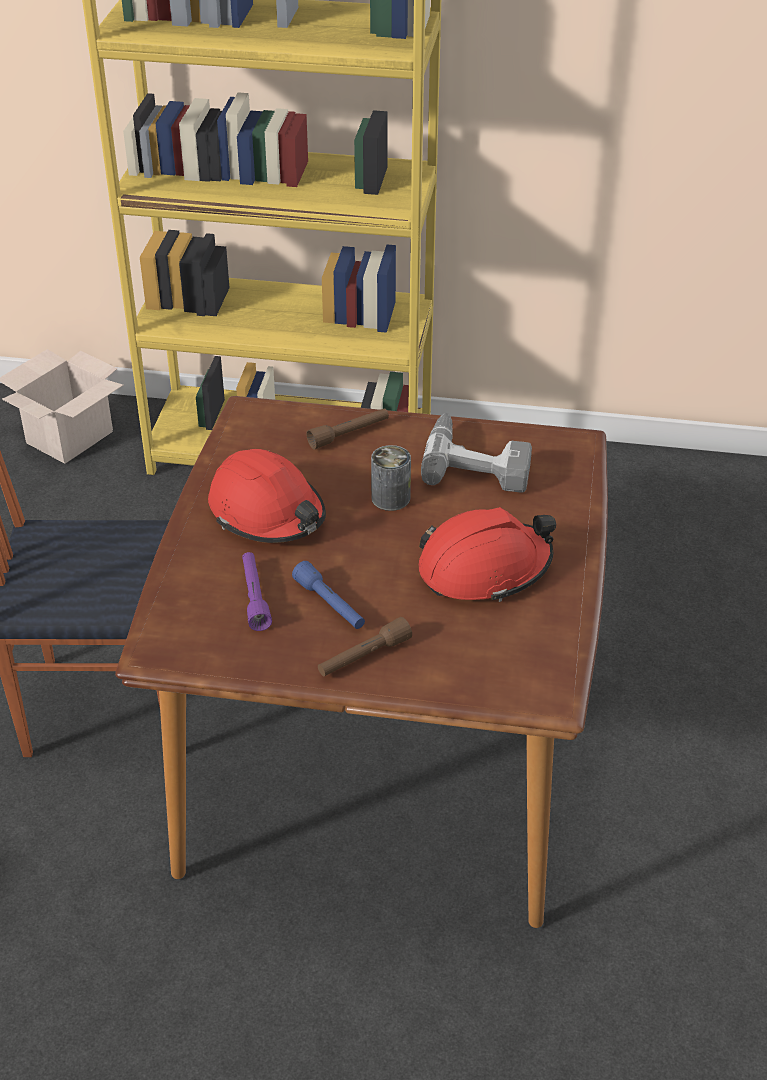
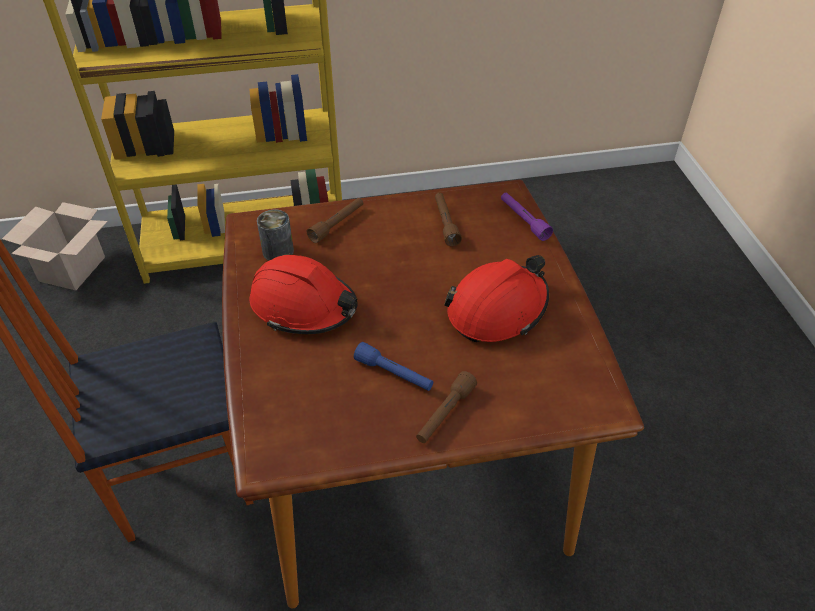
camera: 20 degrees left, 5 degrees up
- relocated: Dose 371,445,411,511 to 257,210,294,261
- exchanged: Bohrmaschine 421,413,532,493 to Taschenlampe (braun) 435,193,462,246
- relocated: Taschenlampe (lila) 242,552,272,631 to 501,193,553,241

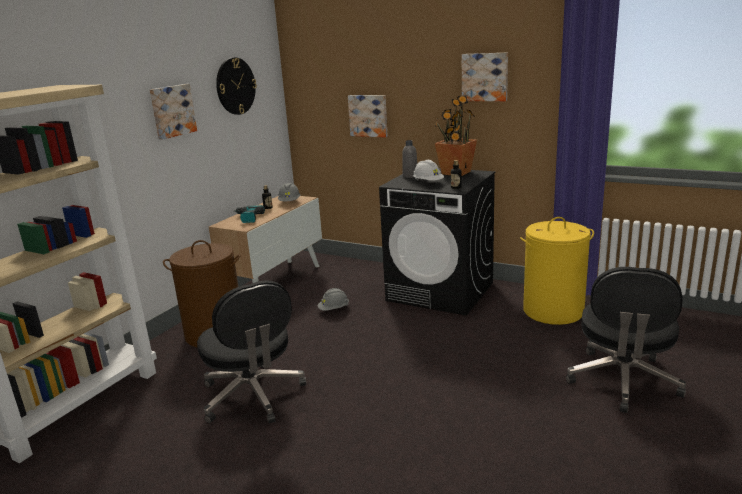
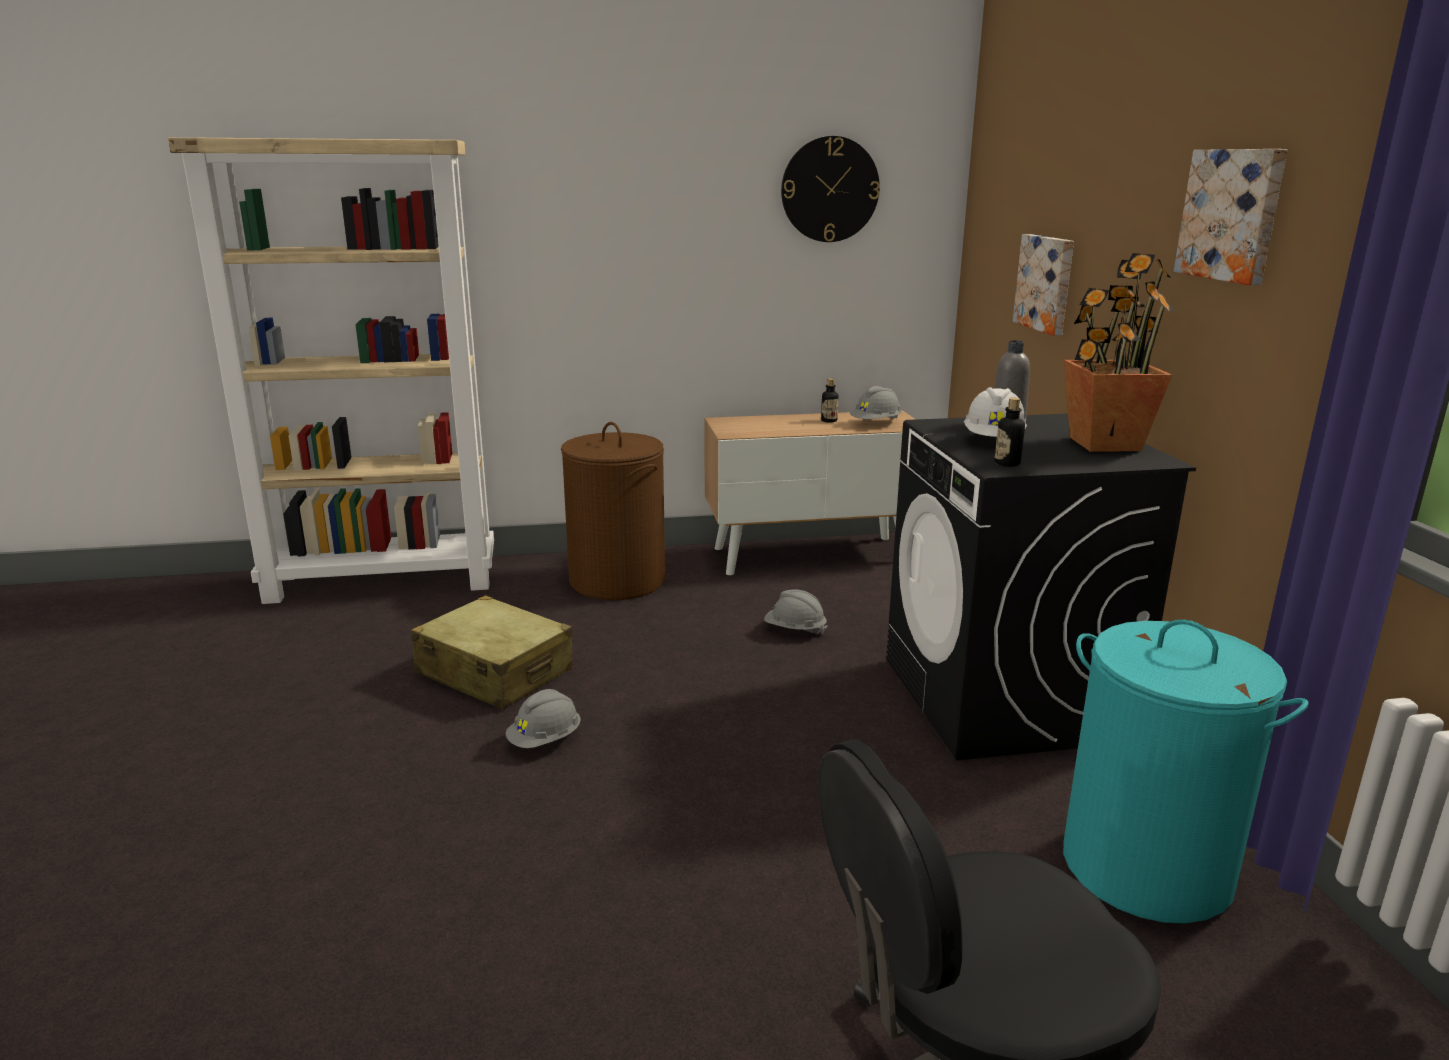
camera: 50 degrees right, 0 degrees up
- exchanged: Bürostuhl (schwarz) 197,280,306,423 to Koffer (beige) 411,595,573,709
- appeared: Schutzhelm (grau) 506,689,581,748
- colour: Wäschekorb (gelb) 520,217,594,325 to Wäschekorb (türkis) 1063,620,1308,924
- missing: Bild 150,84,197,140
- missing: Bohrmaschine 234,205,265,223

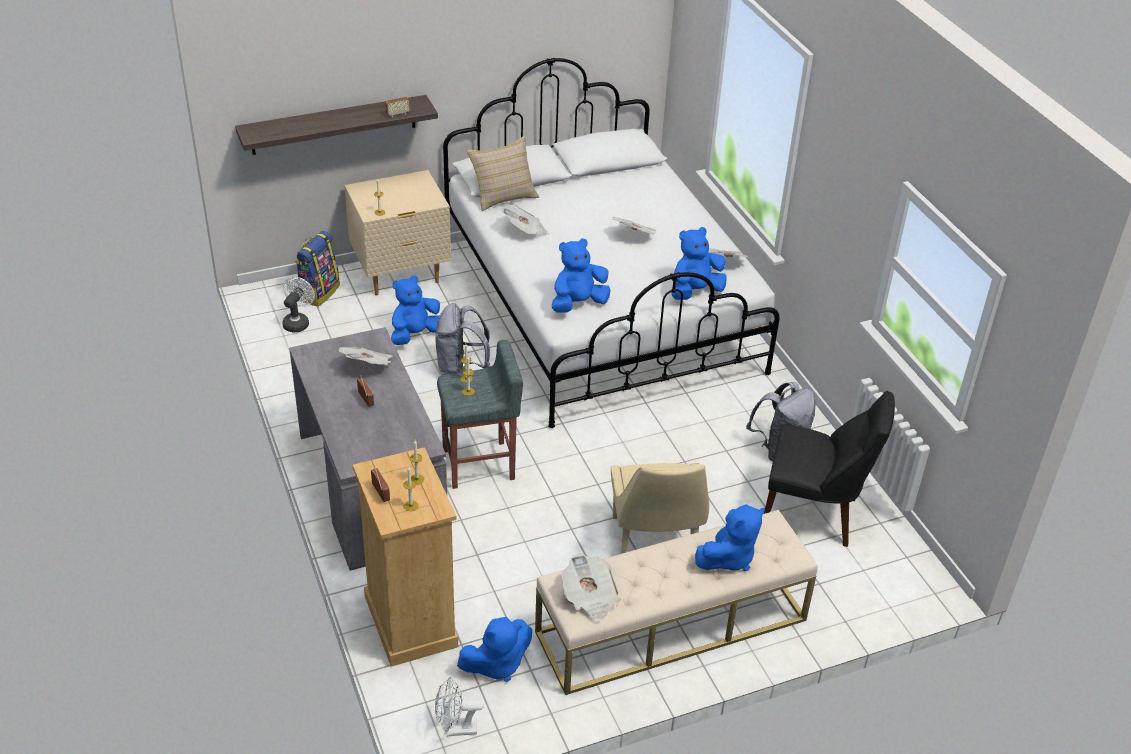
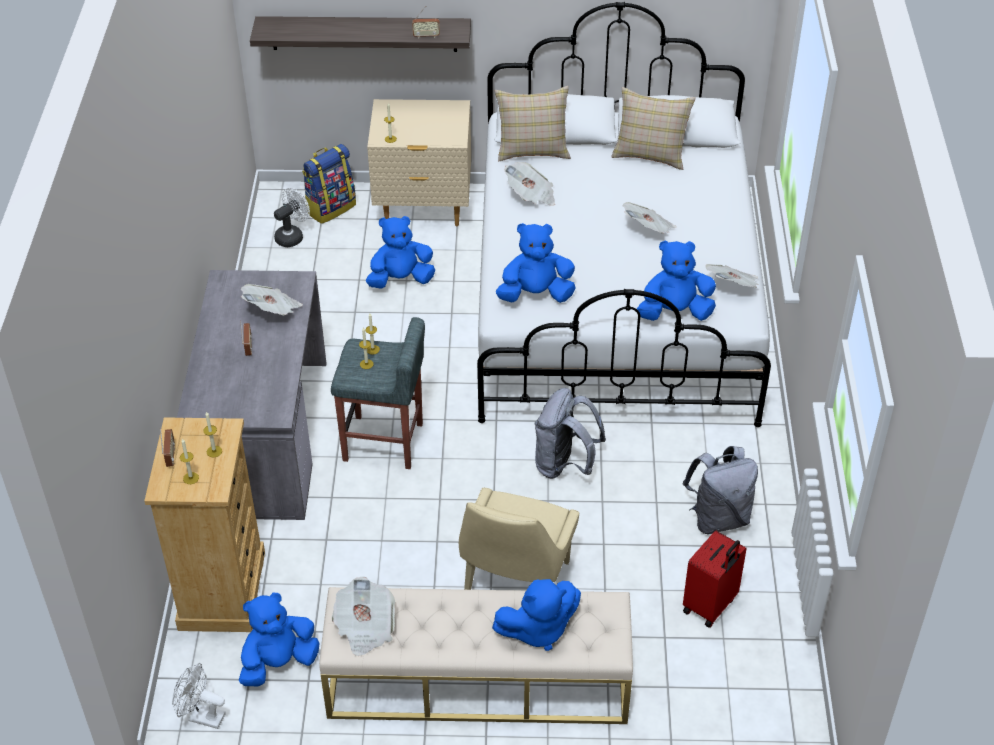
camera: 25 degrees right, 5 degrees up
- spun: Plüschtier (blau) 457,617,532,682 = 239,593,320,686 150 degrees clockwise
- relocated: Rucksack (grau) 435,303,490,375 to 535,388,606,479
- appeared: Kissen (beige) 611,87,696,170
- exchanged: Stuhl (schwarz) 764,391,895,547 to Koffer (rot) 683,531,747,628

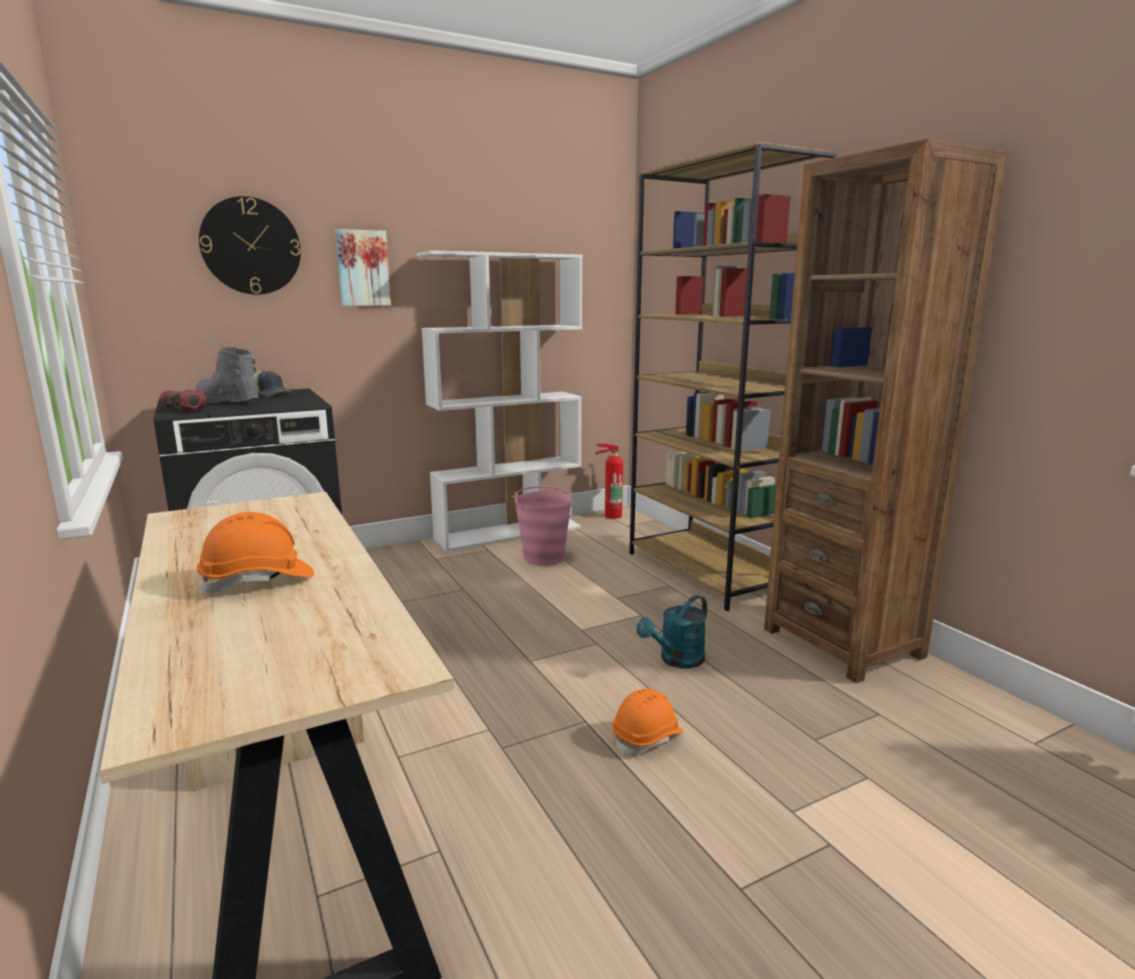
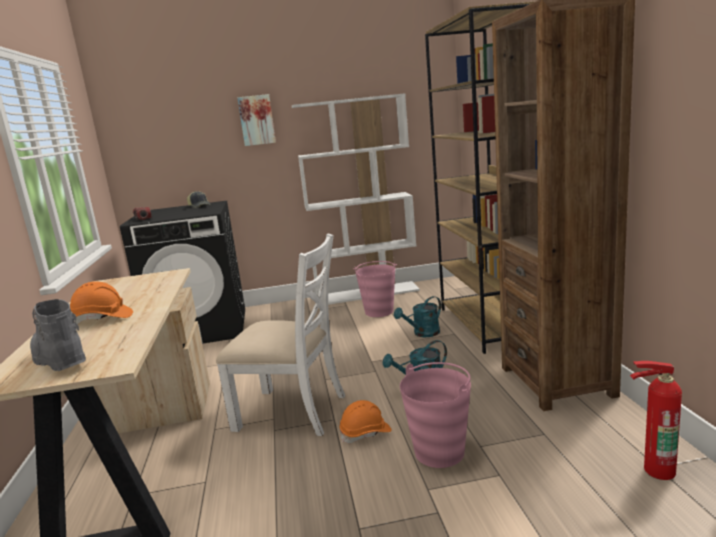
camera: 20 degrees right, 0 degrees up
- relocated: Stiefel (grau) 196,348,259,403 to 30,299,86,371
- appeared: Stuhl (weiß) 216,234,345,436
- appeared: Gießkanne (türkis) 394,296,441,337
- appeared: Eimer (rosa) 400,362,471,468
- relocated: Feuerlöscher 595,444,623,519 to 630,361,682,480
- missing: Wanduhr 199,196,301,295

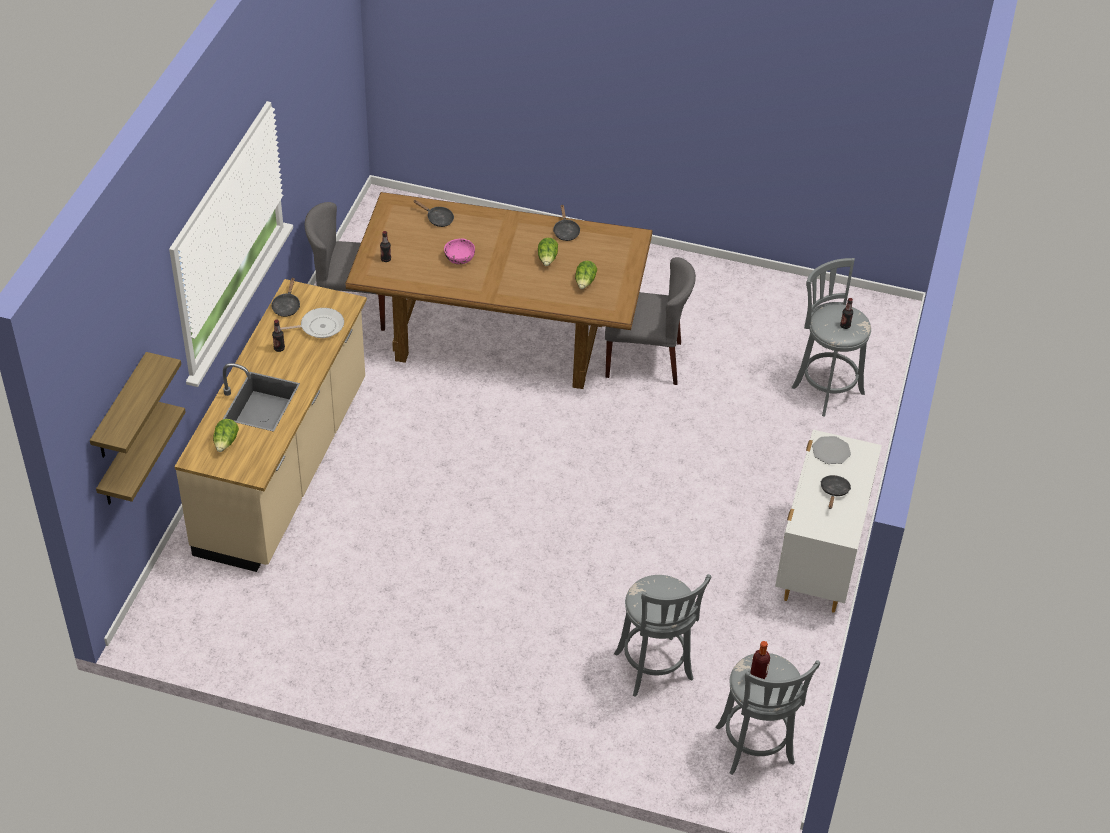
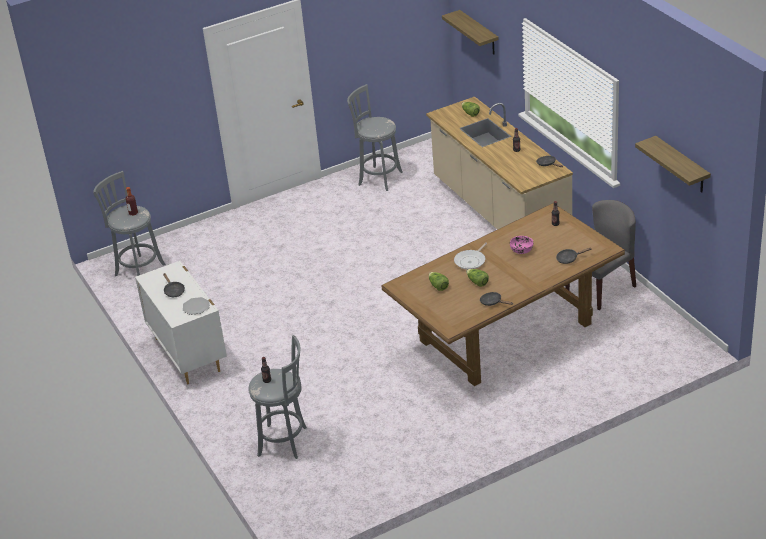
camera: 140 degrees right, 10 degrees down
- relocated: Hocker (grau) 614,574,711,697 to 347,84,403,191
- relocated: Pfanne 280,308,344,338 to 454,242,487,270
- relocated: Wandregal 96,402,186,505 to 635,136,711,192
- missing: Stuhl (grau) 605,257,696,385

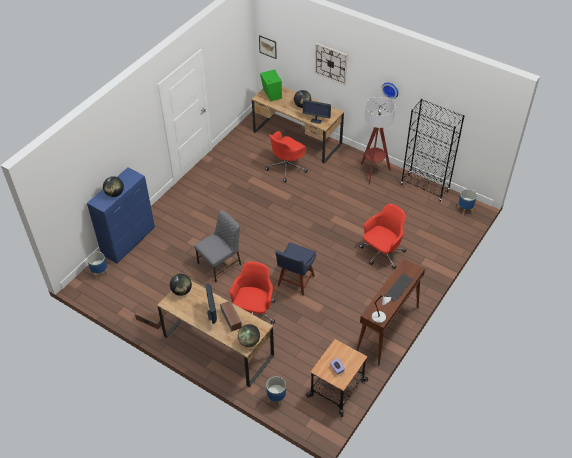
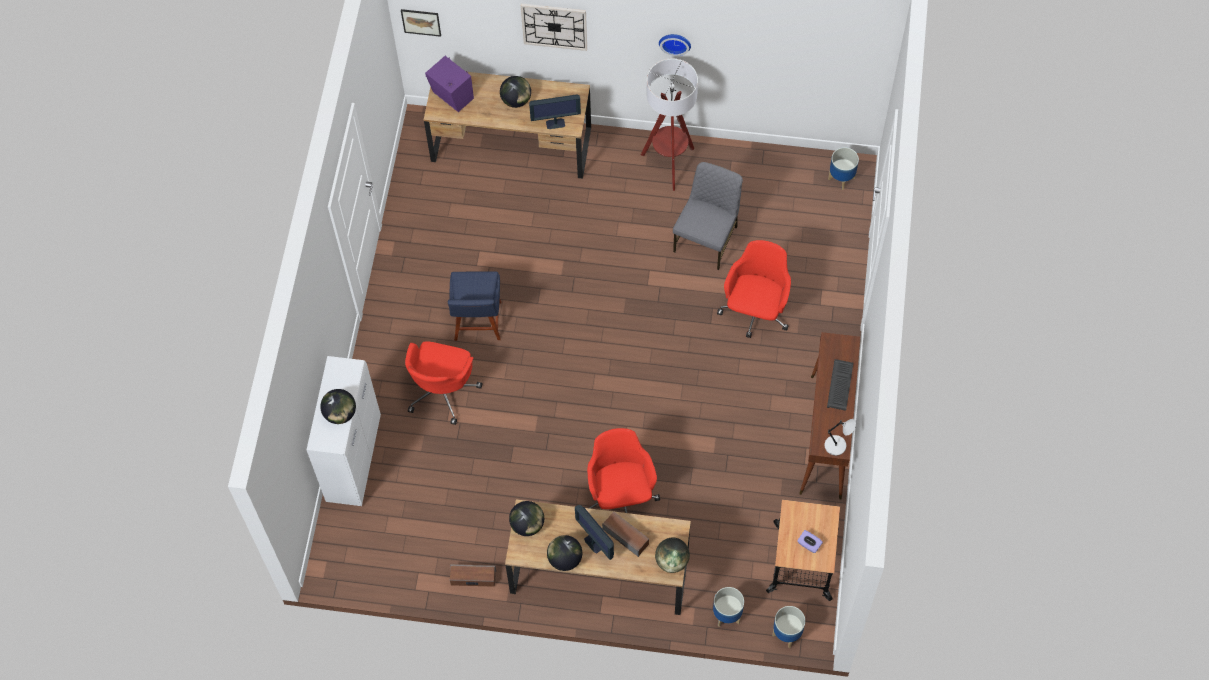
camera: 25 degrees left, 15 degrees up
- colour: Schrank (blau) 87,167,155,264 to Schrank (weiß) 307,356,381,506
- relocated: Bürostuhl (rot) 265,131,308,183 to 405,341,482,425
- colour: Lautsprecher (grün) 260,70,282,101 to Lautsprecher (lila) 425,56,474,112
- relocated: Stuhl (blau) 275,242,316,296 to 448,271,501,341
- appeared: Globus 547,535,582,571
- relocated: Stuhl (grau) 194,211,241,282 to 673,162,743,270
- relocated: Pflanzkübel 87,252,108,280 to 772,606,805,648
- missing: Bücherregal (schwarz) 401,99,465,202

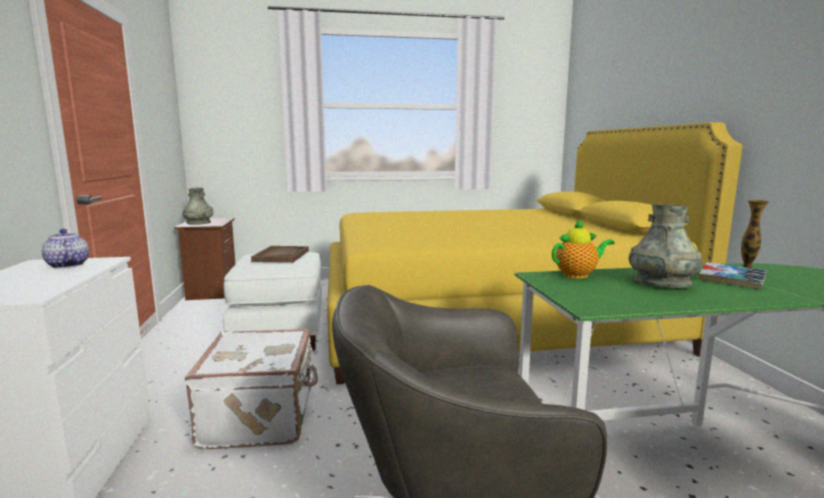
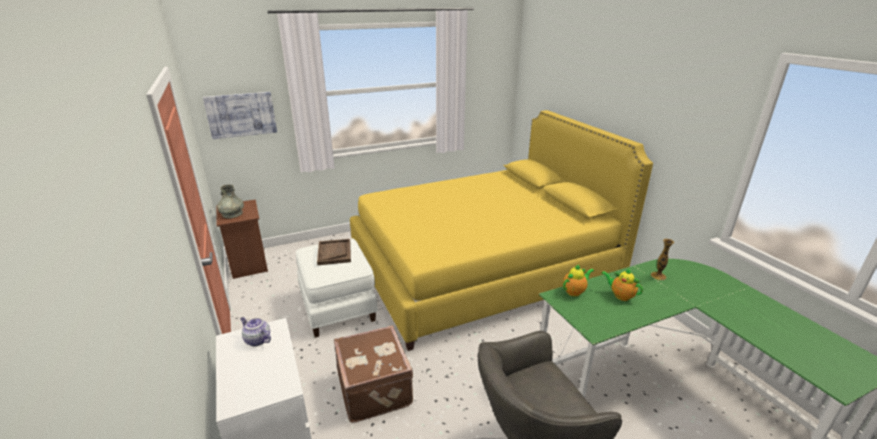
camera: 15 degrees left, 15 degrees up
- appeared: Bild 203,92,277,139
- colour: Koffer (weiß) 185,329,318,449 to Koffer (braun) 334,326,413,423
- exchanged: Vase (grau) 628,204,702,288 to Teekanne 601,268,643,301
- missing: Buch 699,262,767,289

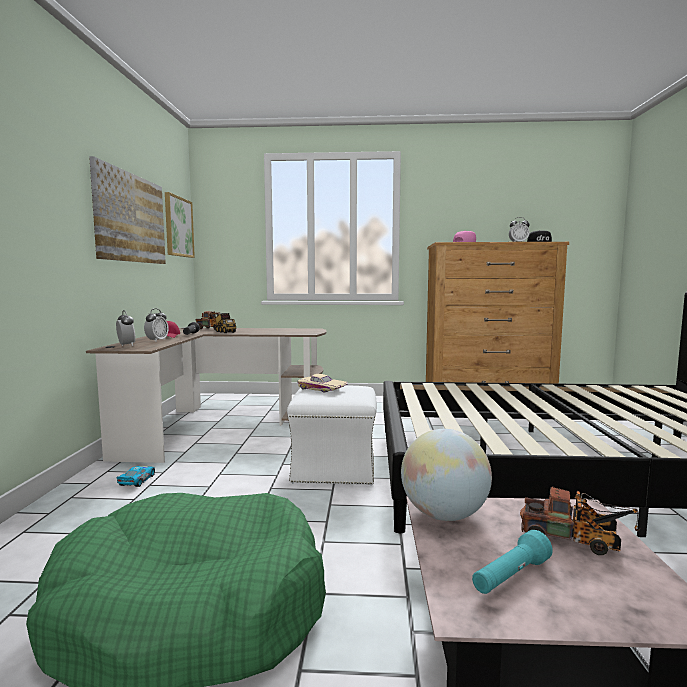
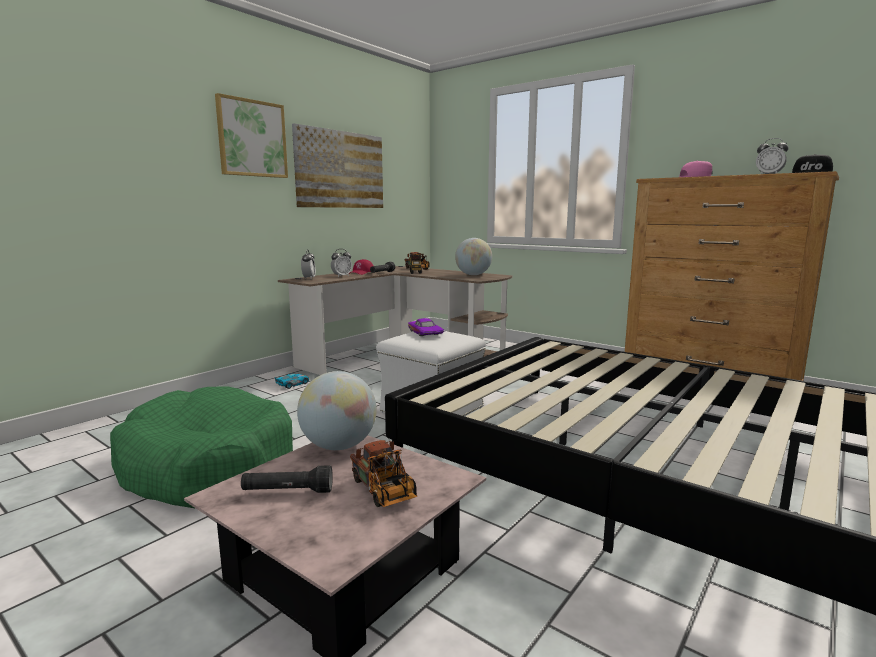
camera: 35 degrees right, 5 degrees up
- relocated: Bild 165,192,195,258 to 215,93,288,178
- colour: Taschenlampe (türkis) 472,530,553,594 to Taschenlampe (schwarz) 241,465,333,493
- colour: Spielzeugauto (beige) 297,374,348,393 to Spielzeugauto (lila) 408,318,445,336
- appeared: Globus 455,238,492,275

